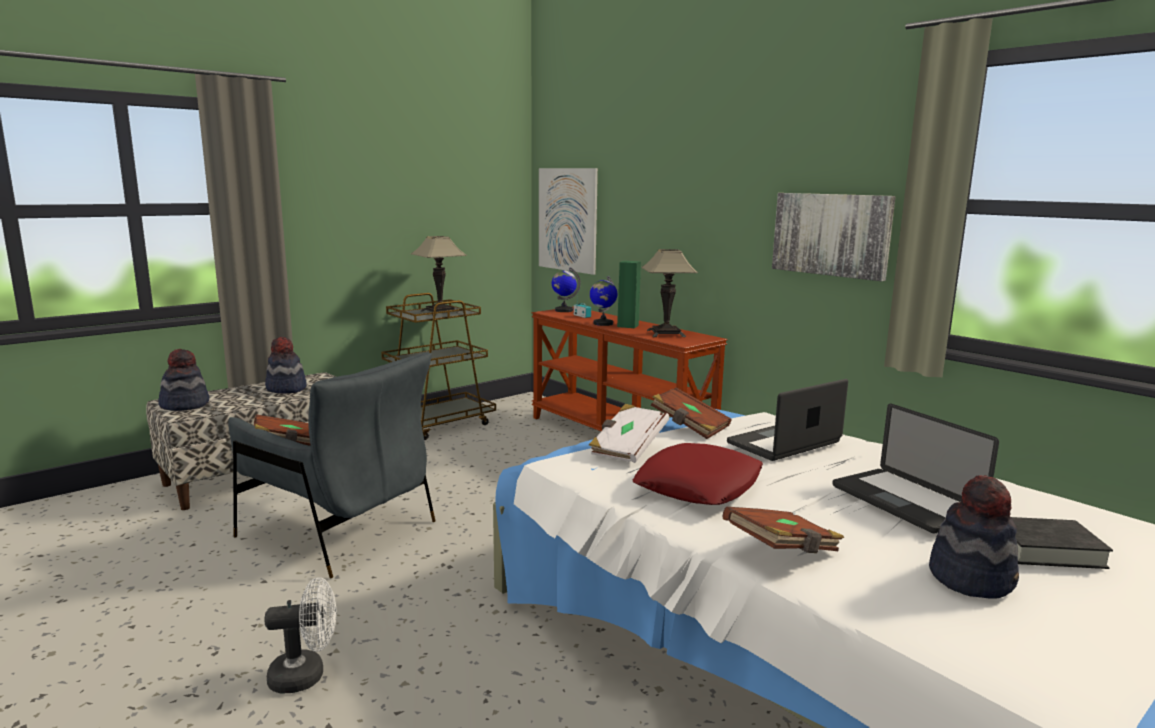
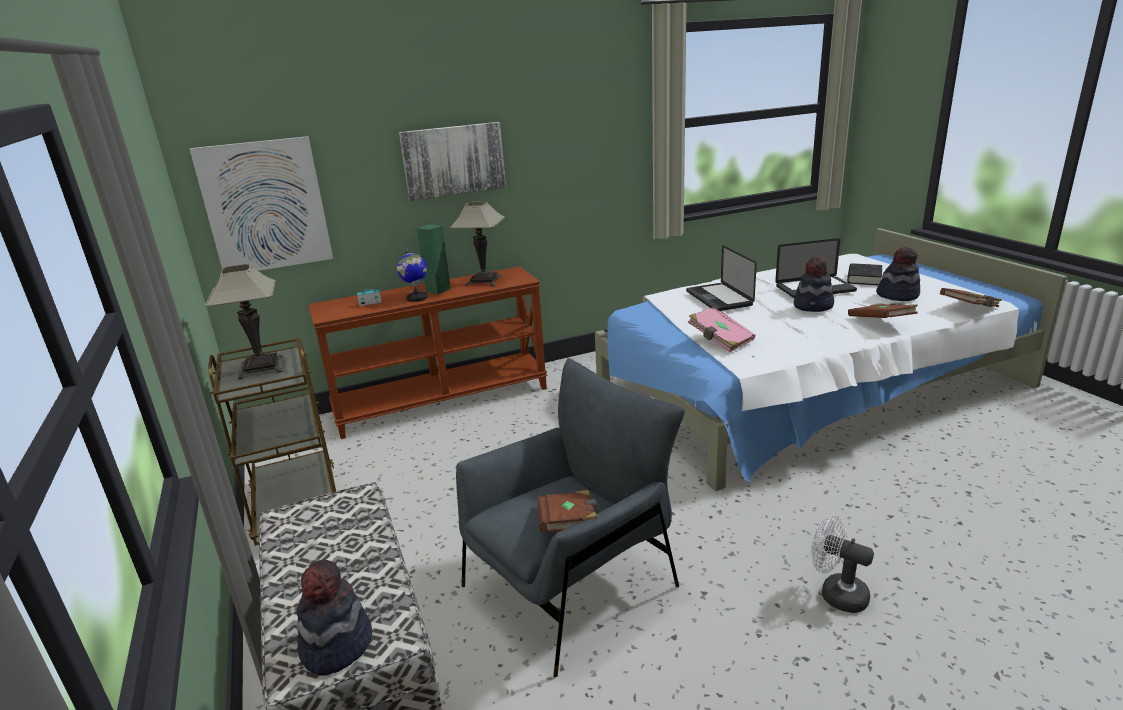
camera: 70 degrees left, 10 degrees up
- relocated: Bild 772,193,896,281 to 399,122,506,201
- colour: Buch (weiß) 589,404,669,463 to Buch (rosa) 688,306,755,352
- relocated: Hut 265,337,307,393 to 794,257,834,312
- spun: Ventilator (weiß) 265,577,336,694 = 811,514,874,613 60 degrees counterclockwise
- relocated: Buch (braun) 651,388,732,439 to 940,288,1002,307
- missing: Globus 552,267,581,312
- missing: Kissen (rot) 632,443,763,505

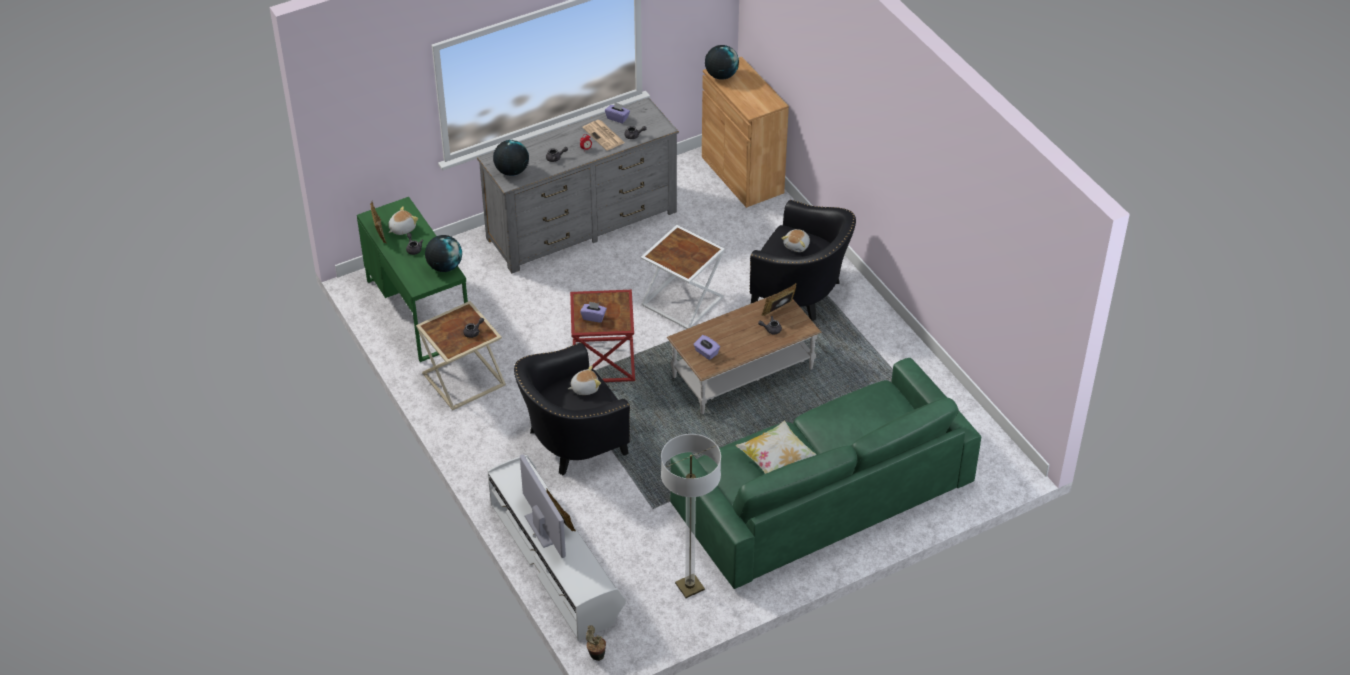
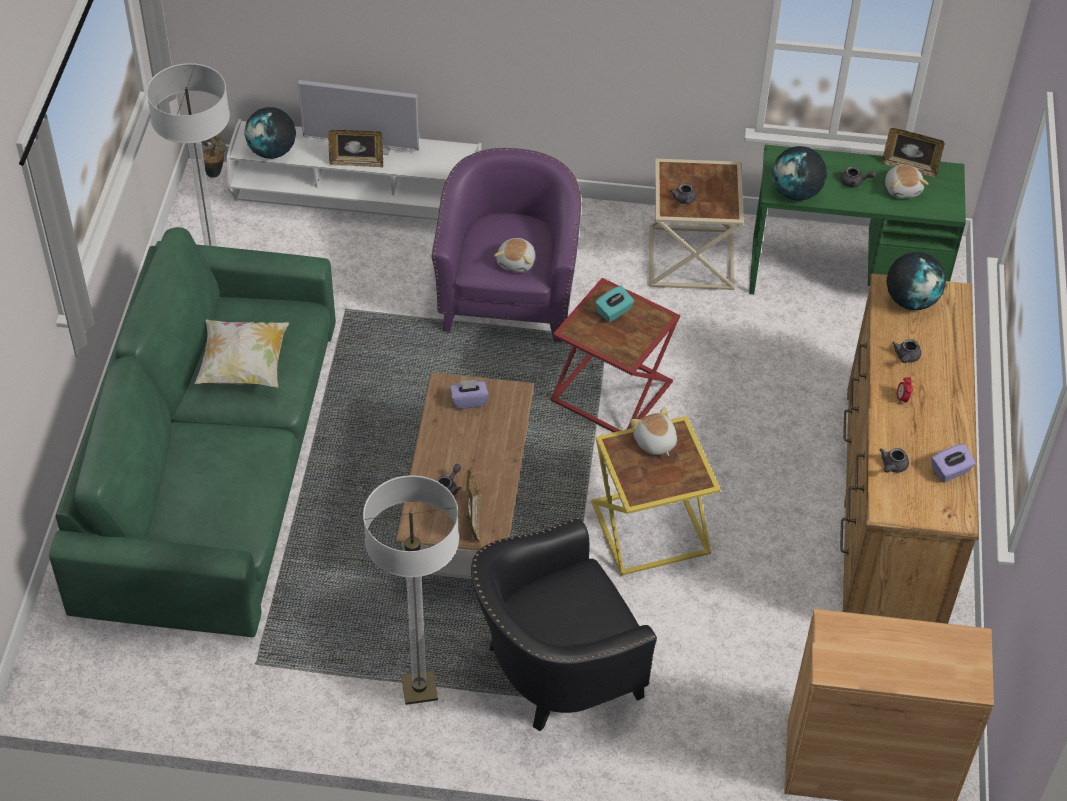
camera: 125 degrees right, 5 degrees up
- relocated: Globus 705,45,739,80 to 244,107,296,159
- appeared: Stehlampe 363,475,459,705
- colour: Sessel (schwarz) 514,342,630,475 to Sessel (lila) 432,148,581,342
- colour: Beistelltisch (weiß) 641,225,725,329 to Beistelltisch (gelb) 591,416,721,576
- colour: Taschentuchbox (lila) 580,301,607,323 to Taschentuchbox (türkis) 595,286,634,322
- relocated: Plüschtier 781,229,810,252 to 630,407,677,456
- colour: Kommode (grau) 477,98,679,273 to Kommode (braun) 840,274,979,624
- missing: Zeitung 582,120,625,151

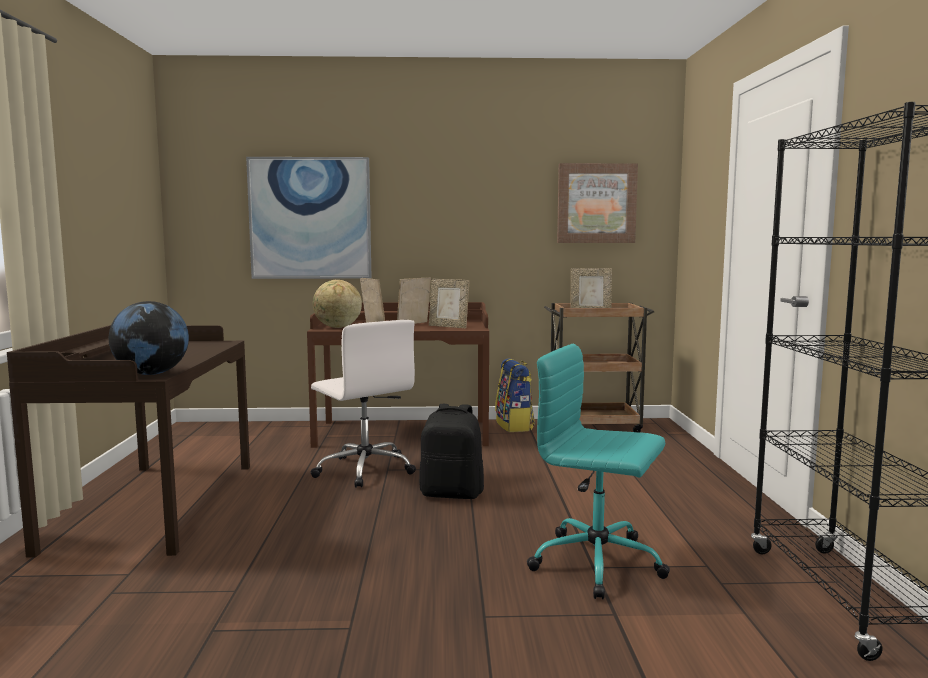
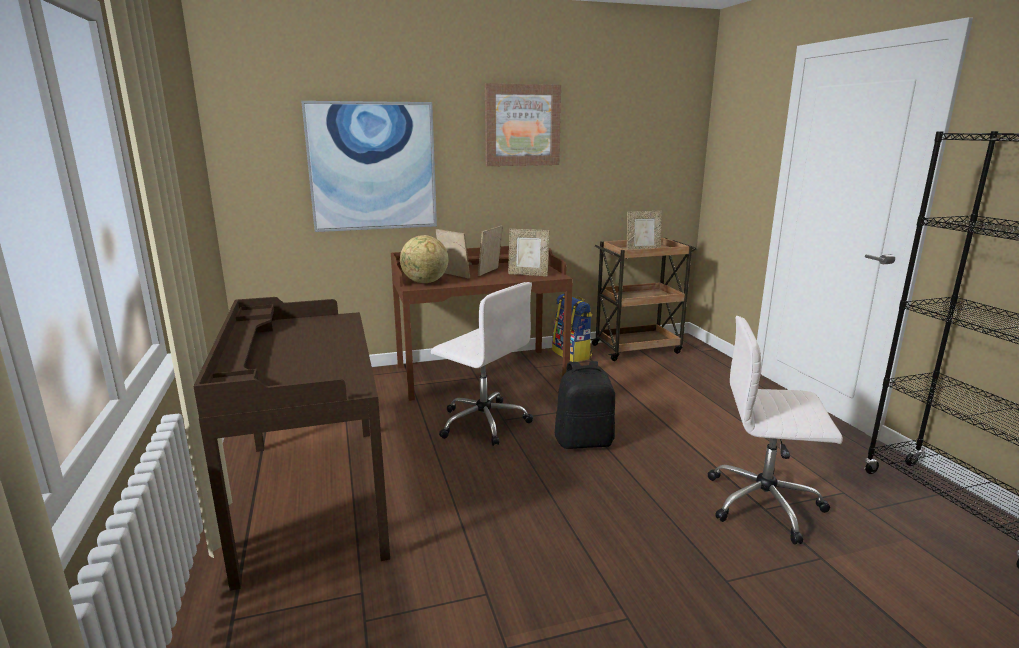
camera: 15 degrees left, 10 degrees up
- relocated: Bild 557,163,638,243 to 485,83,561,166
- colour: Bürostuhl (türkis) 527,344,670,599 to Bürostuhl (weiß) 708,316,843,545
- missing: Globus 109,301,189,375

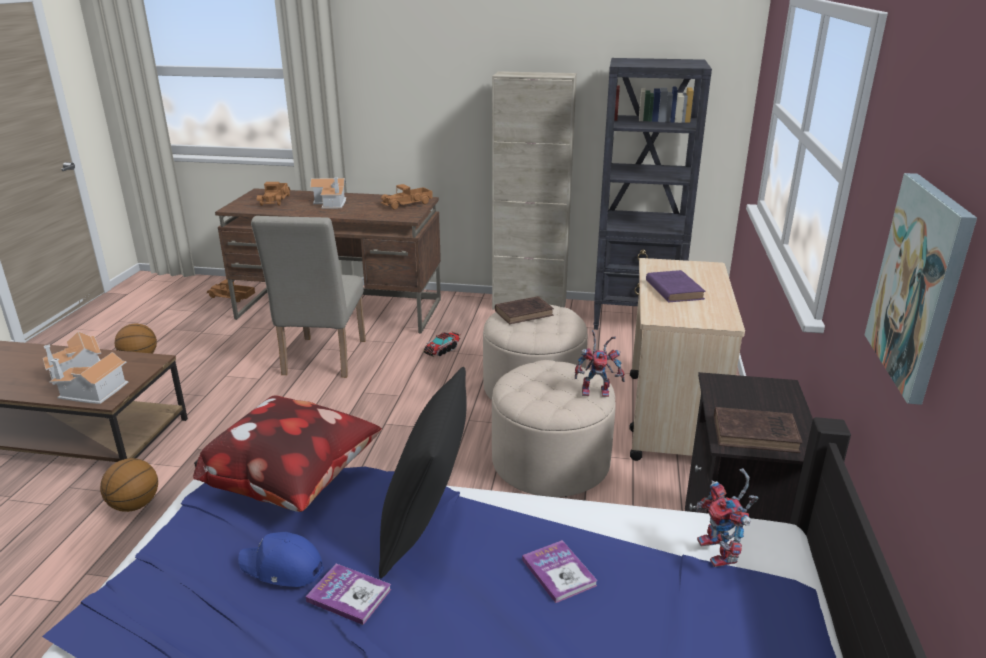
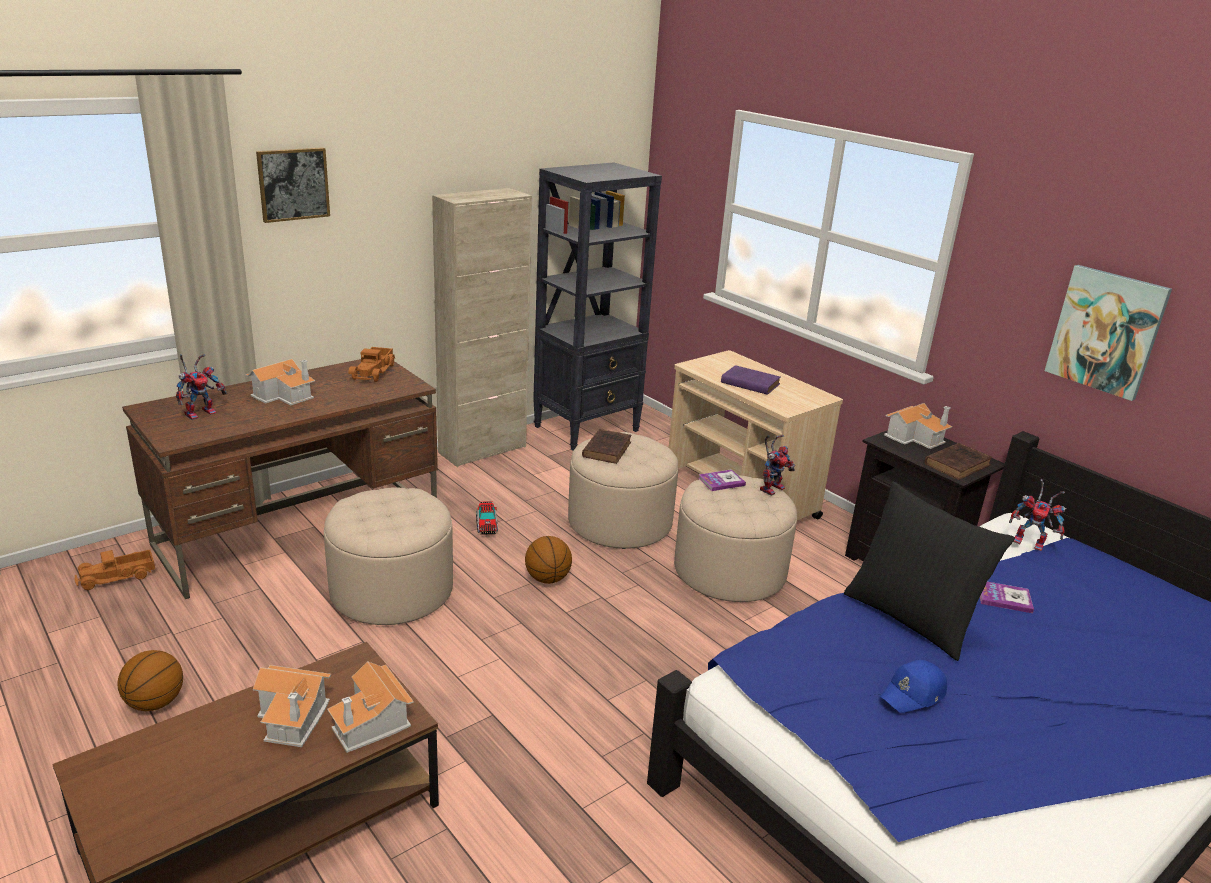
camera: 50 degrees left, 0 degrees up
- exchanged: Spielzeuglaster 257,182,290,206 to Spielzeugroboter 176,354,227,420
- appeared: Bild 256,147,330,223
- exchanged: Stuhl (beige) 251,216,366,378 to Polsterhocker (beige) 324,487,453,625
- relocated: Basketball 100,458,158,512 to 525,536,572,584
- relocated: Buch 306,564,392,625 to 699,469,746,491
- appeared: Spielzeughaus 884,403,952,449
- missing: Kissen 193,395,382,512

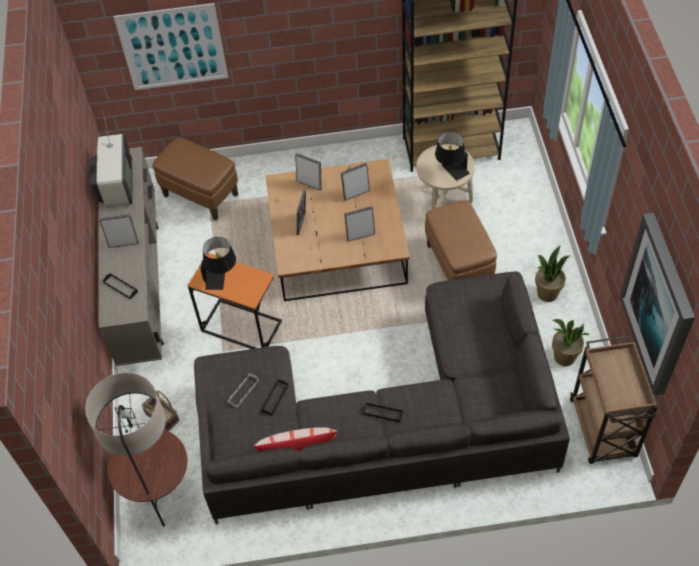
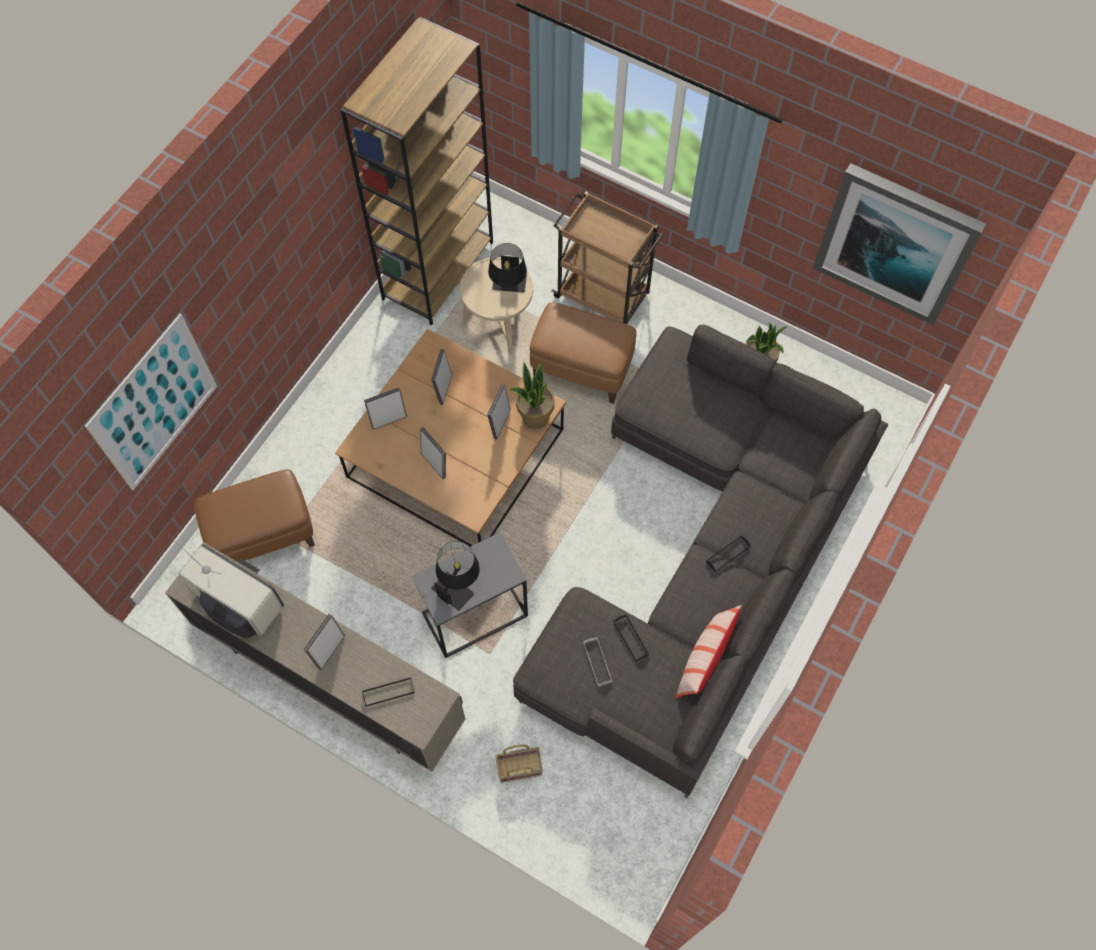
camera: 55 degrees left, 10 degrees up
- colour: Beistelltisch (orange) 187,253,282,349 to Beistelltisch (grau) 411,532,528,658
- relocated: Topfpflanze 535,246,570,302 to 510,362,554,429
- relocated: Rollwagen (braun) 570,336,658,464 to 551,191,663,324
- missing: Stehlampe 85,373,187,527

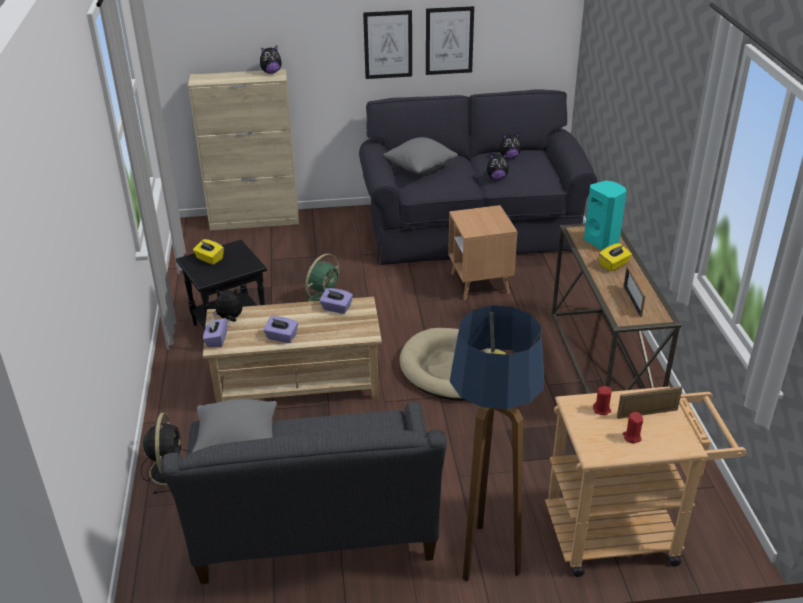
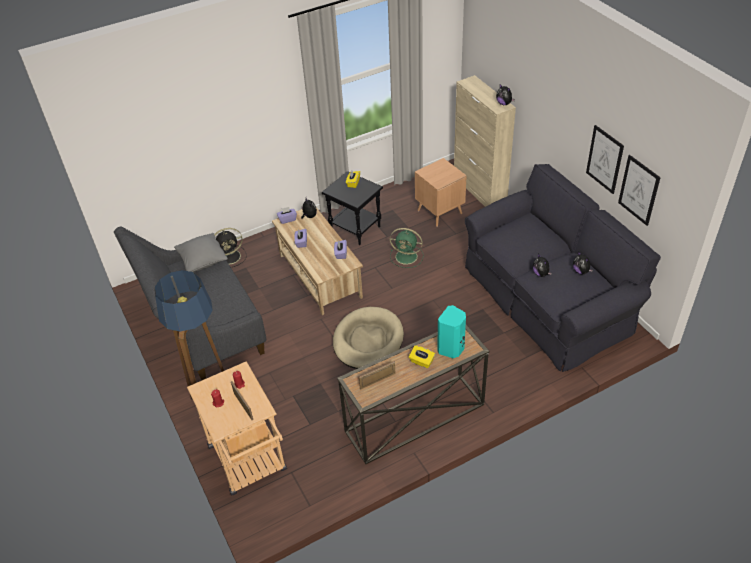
camera: 70 degrees right, 10 degrees up
- relocated: Beistelltisch (braun) 448,205,518,300 to 415,158,467,227
- relocated: Bild 363,10,412,79 to 618,155,661,226
- missing: Kissen (grau) 383,137,458,174

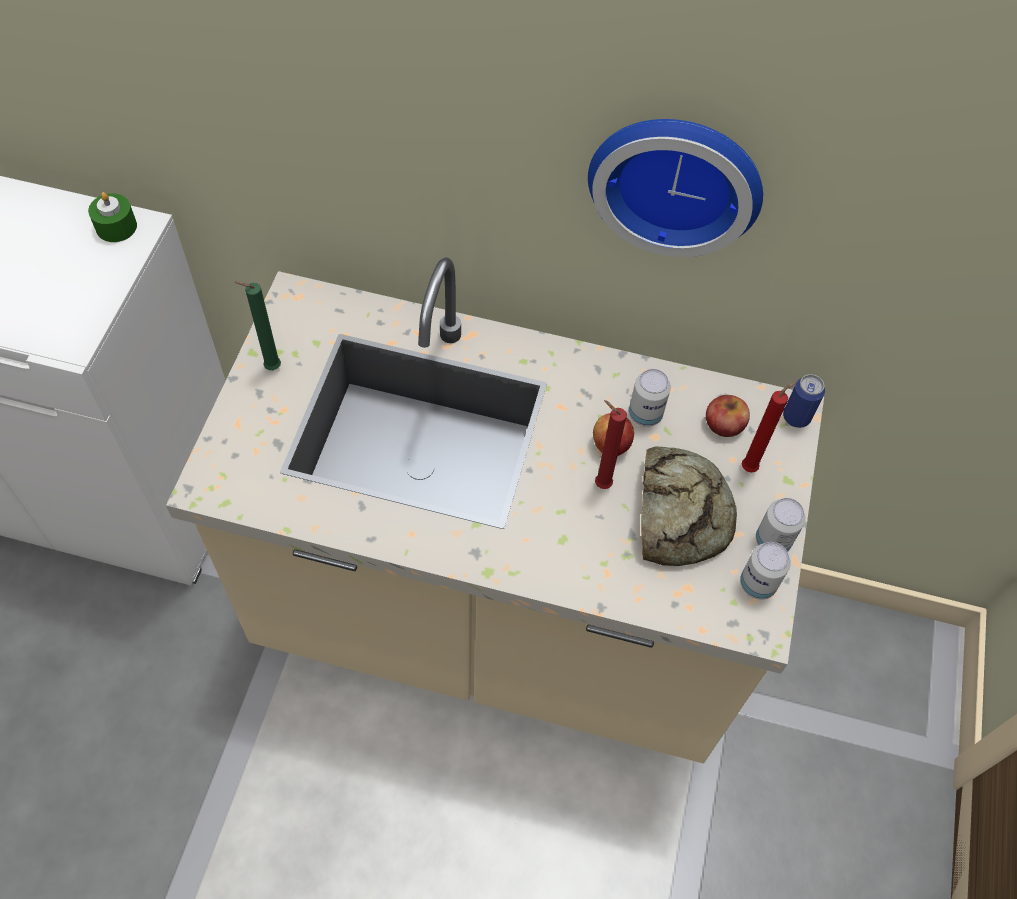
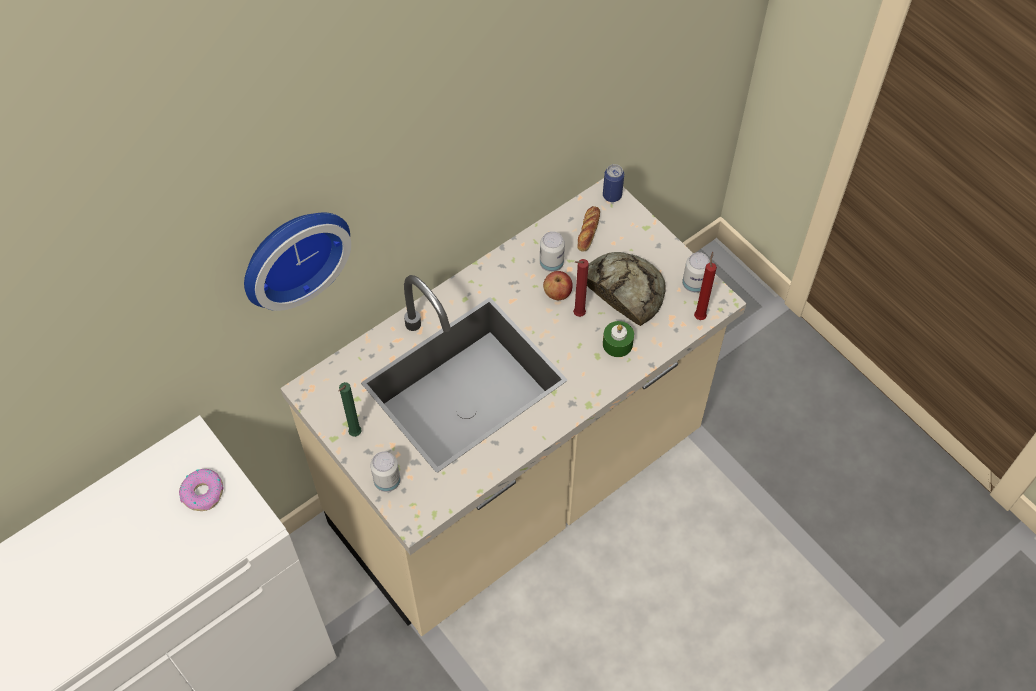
camera: 50 degrees left, 0 degrees up
- appeared: Donut 179,469,224,511
- relocated: Wanduhr 588,119,763,257 to 244,212,351,311
- relocated: Dose 756,498,806,552 to 370,451,401,492
- exchanged: Apfel 706,395,750,437 to Brot 577,206,600,251
- relocated: Kerze (grün) 88,192,137,242 to 603,321,634,357
- relocated: Kerze (rot) 742,381,797,473 to 694,252,717,320

